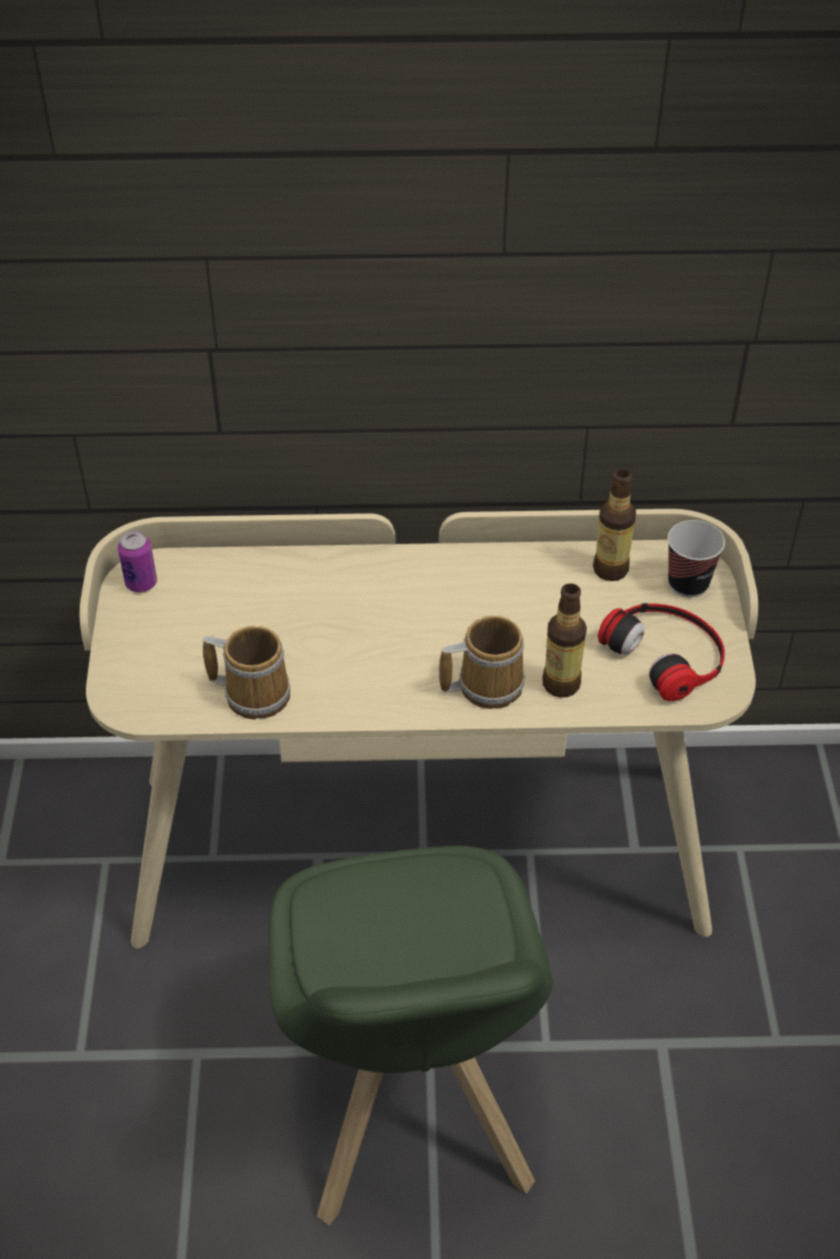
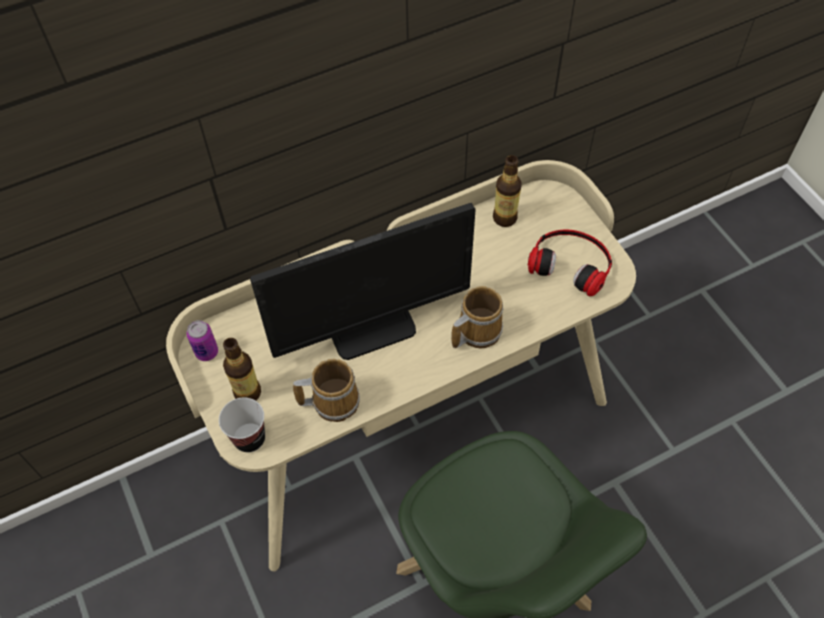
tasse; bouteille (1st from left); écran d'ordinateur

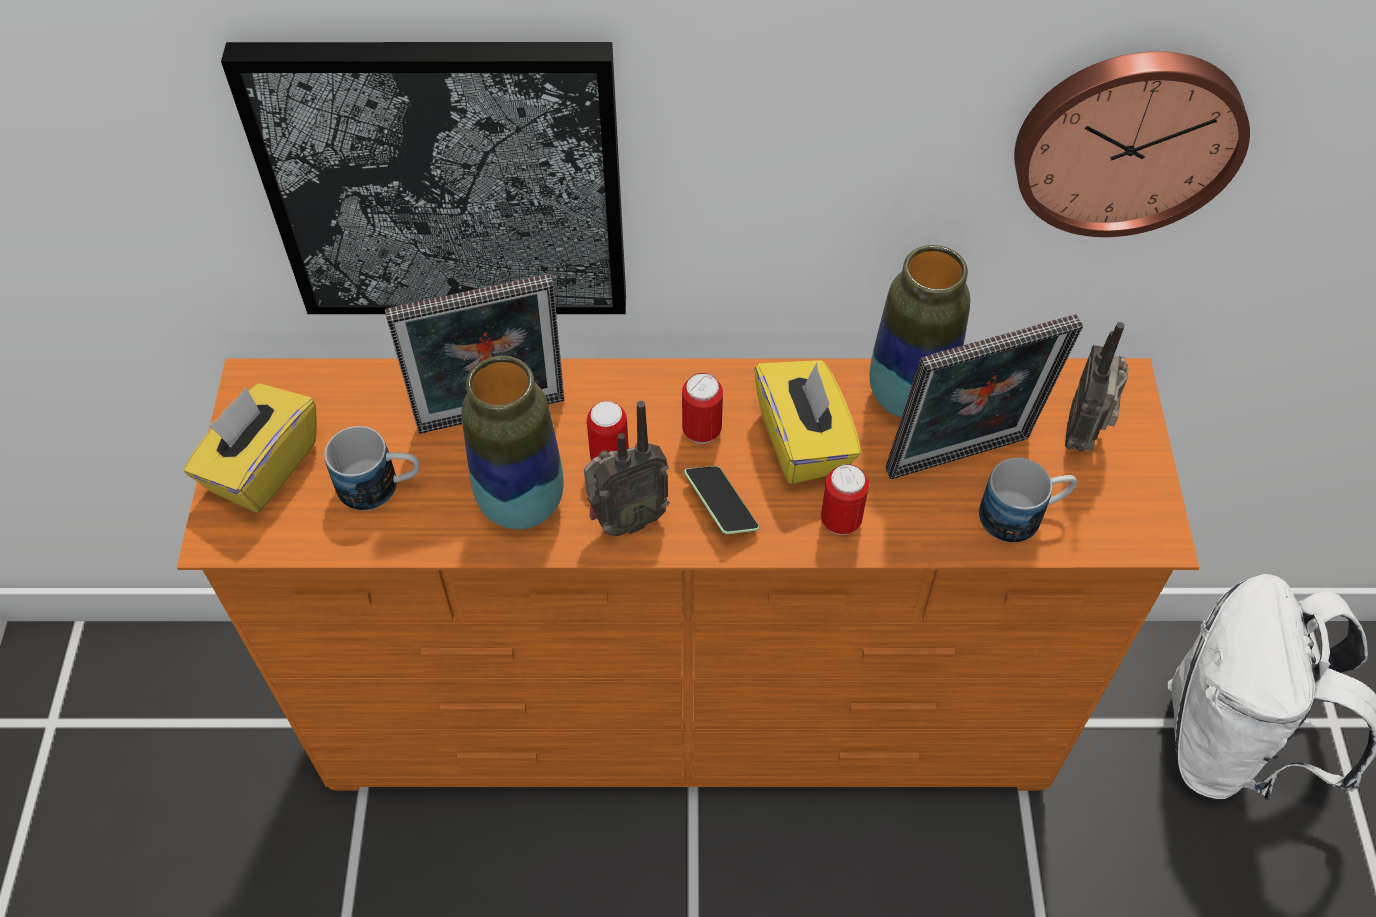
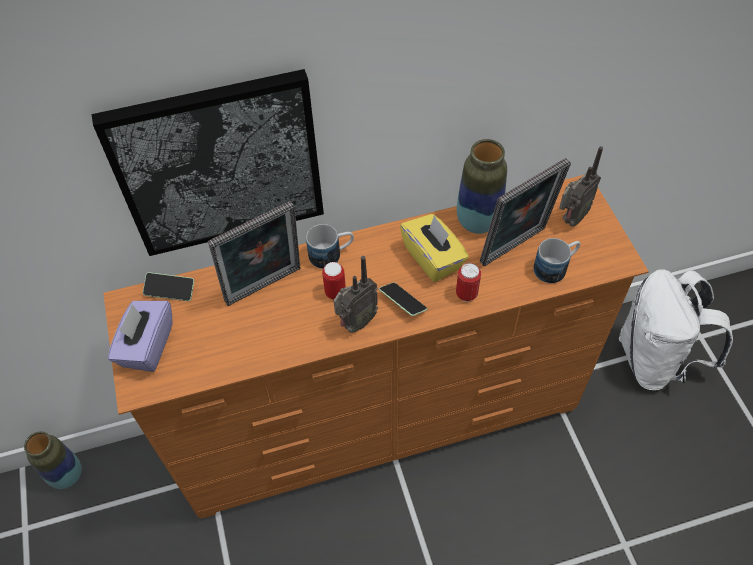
vase (1st from left); boîte à mouchoirs/violet; téléphone (1st from left); mug (1st from left); radio (2nd from left); boîte métallique (2nd from left in the first image); horloge murale

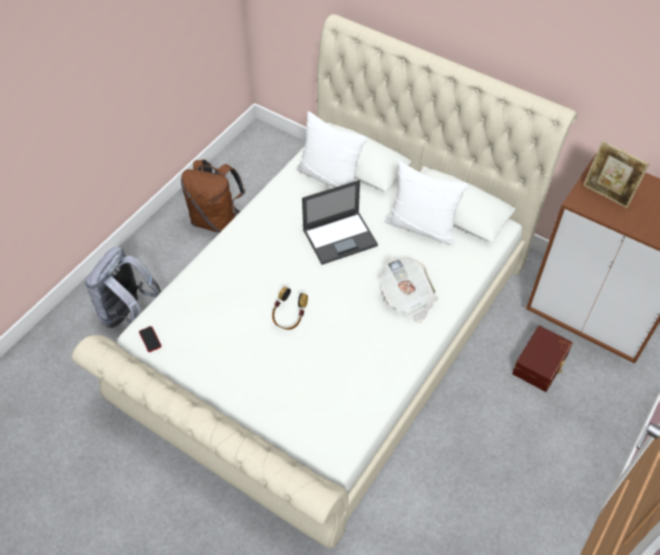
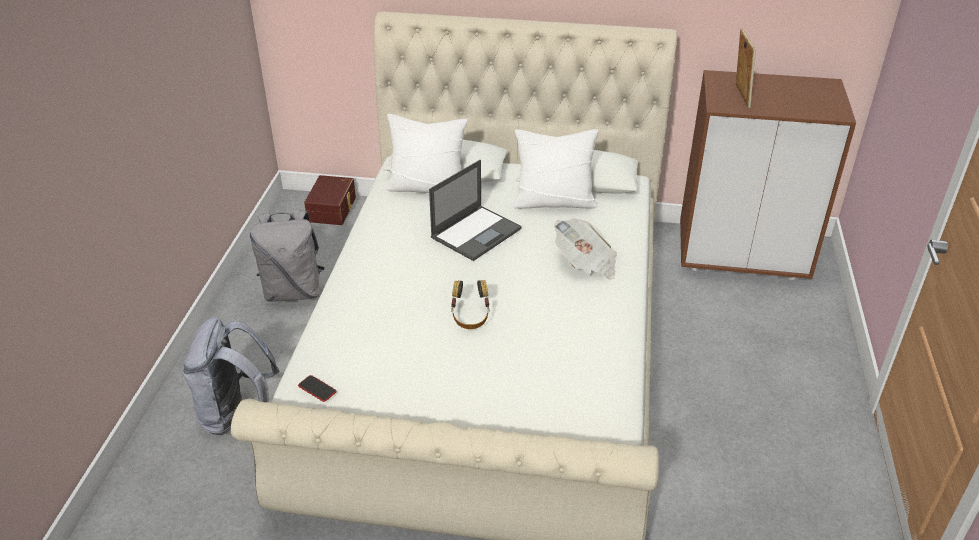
sac à dos/gris (2nd from left); boîte de rangement/marron; cadre photo

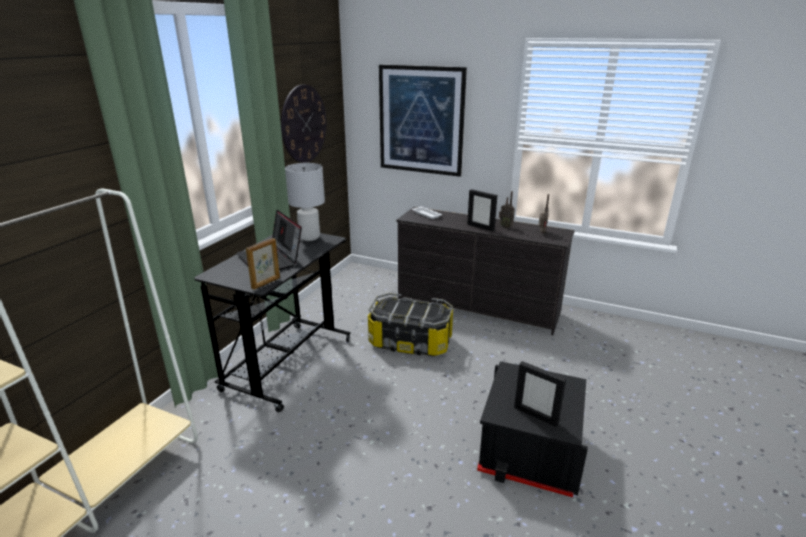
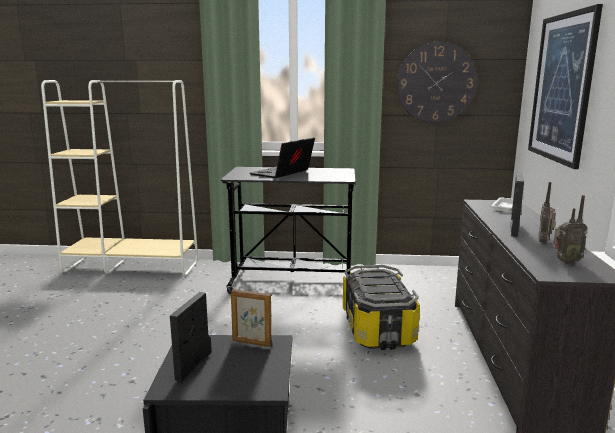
cadre photo (2nd from left); lampe de table/gris

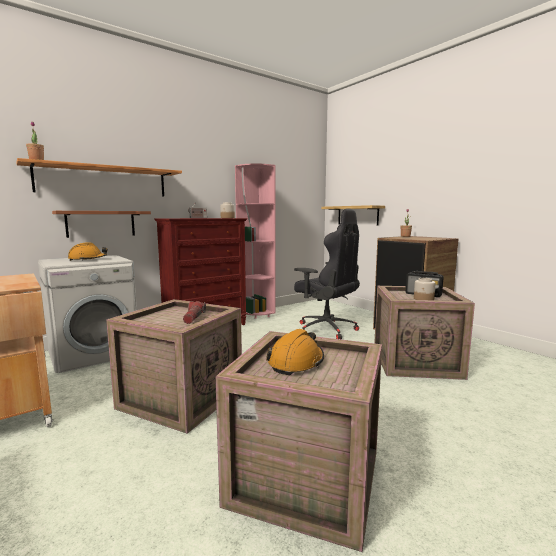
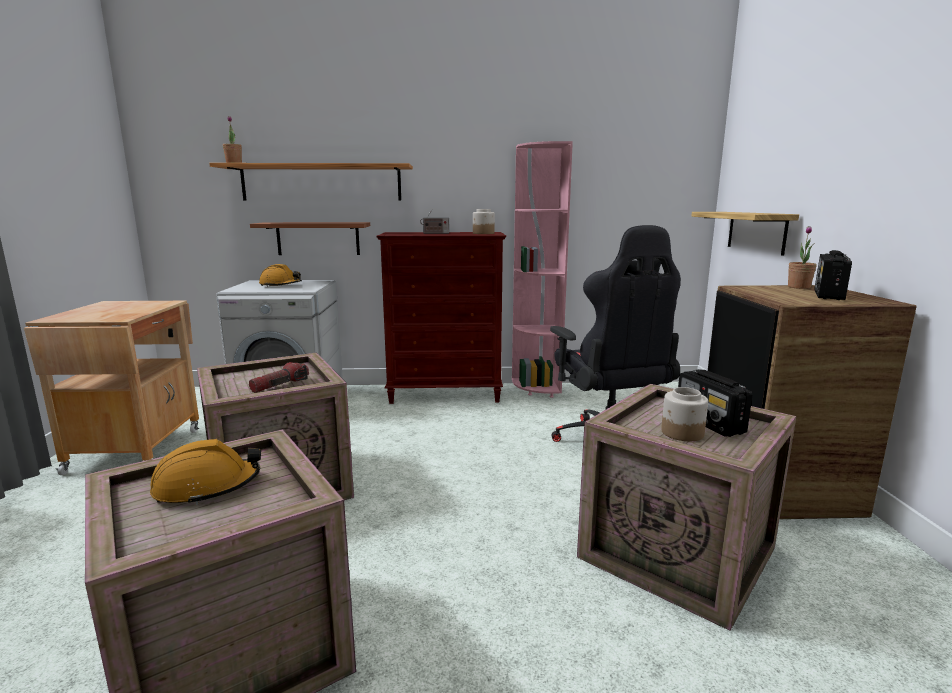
radio (3rd from left)

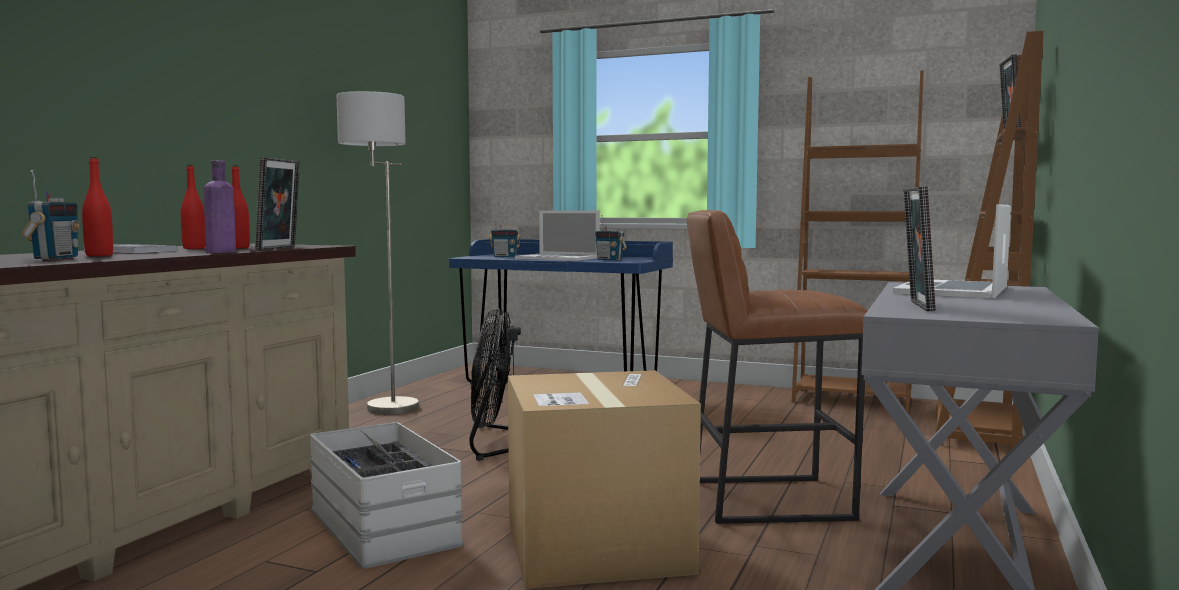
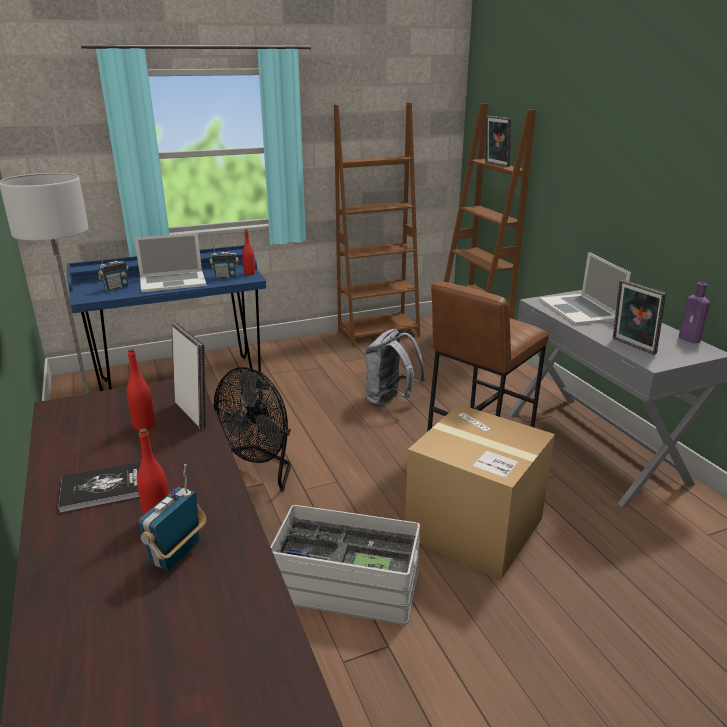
radio (2nd from left); bouteille/rouge (3rd from left); sac à dos/gris; bouteille/violet

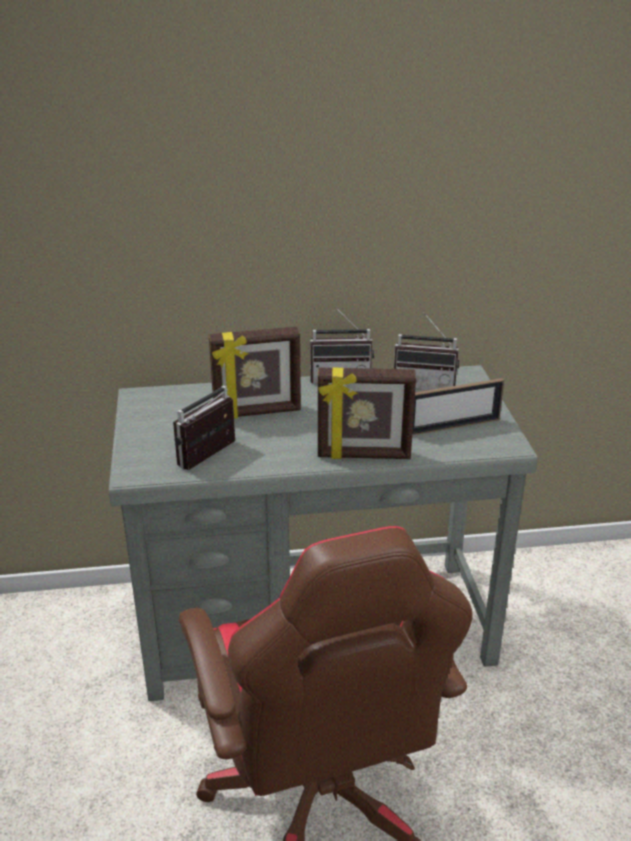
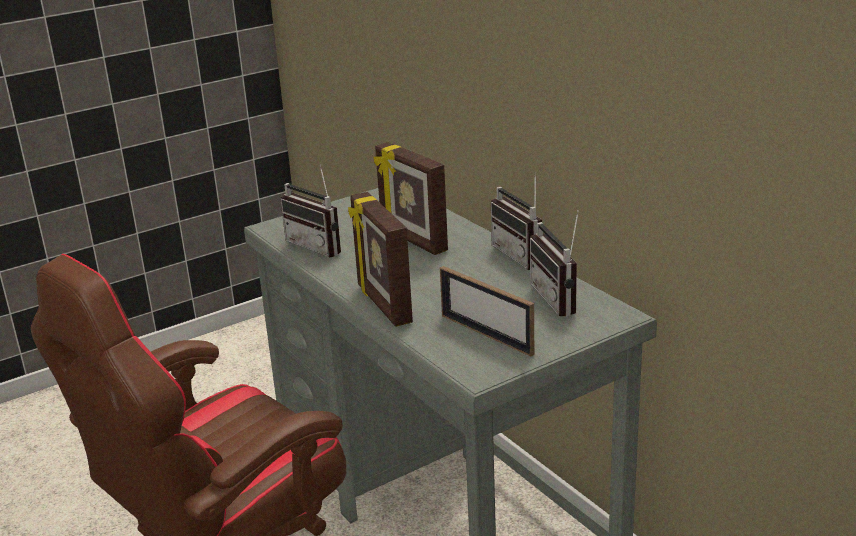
radio (1st from left)

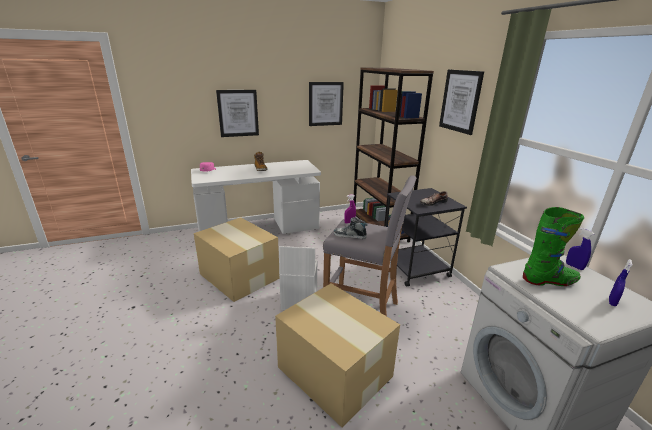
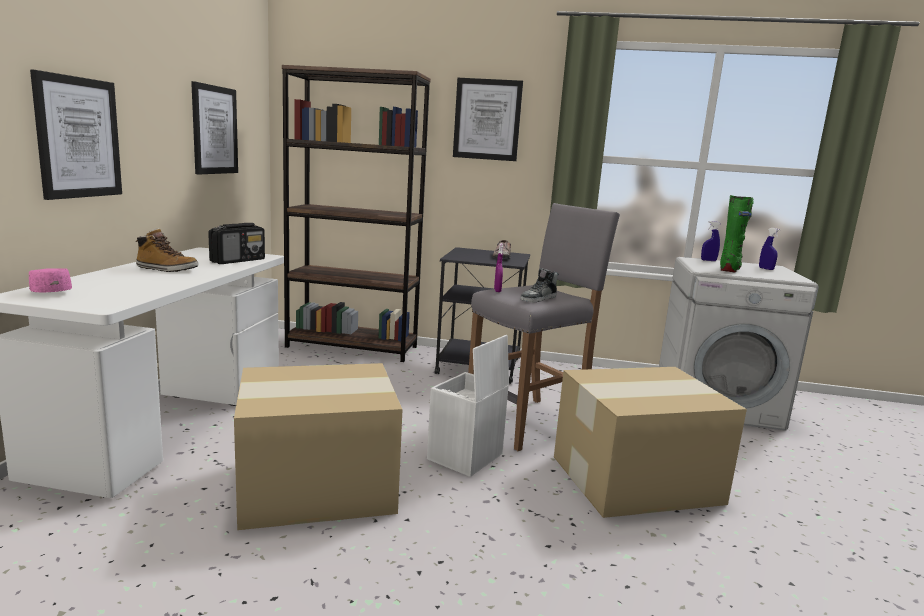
radio

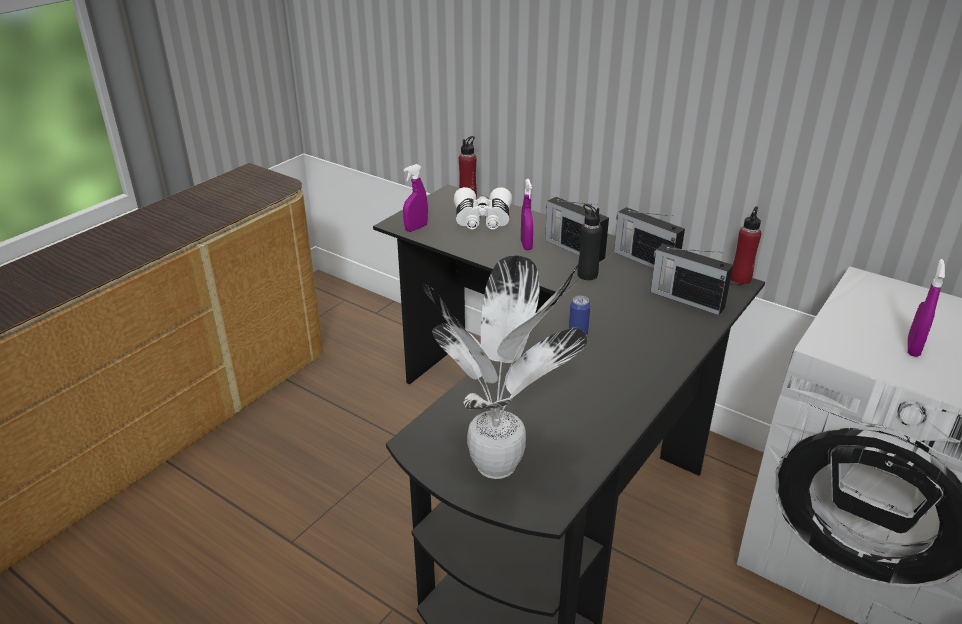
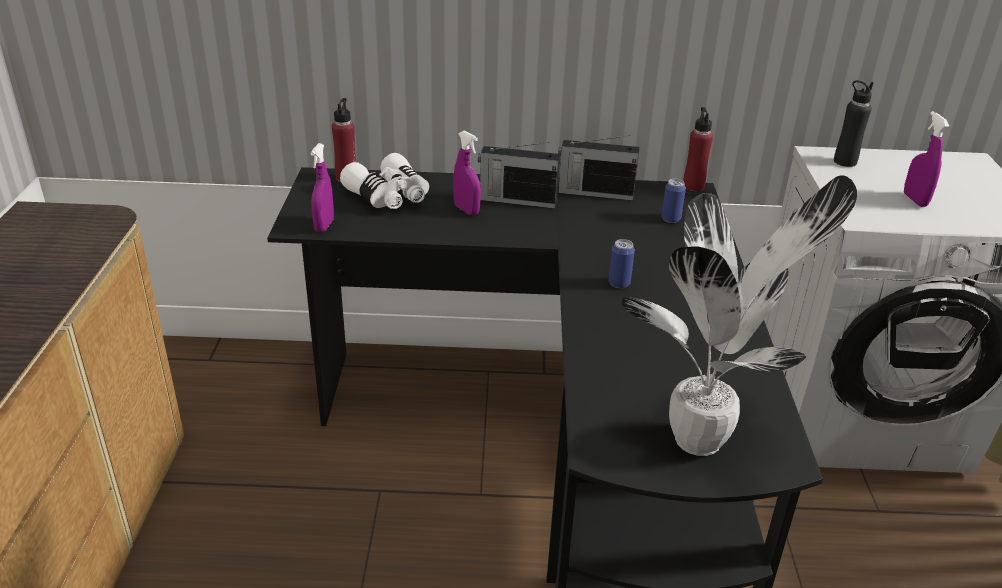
boîte métallique (2nd from left); bouteille/noir

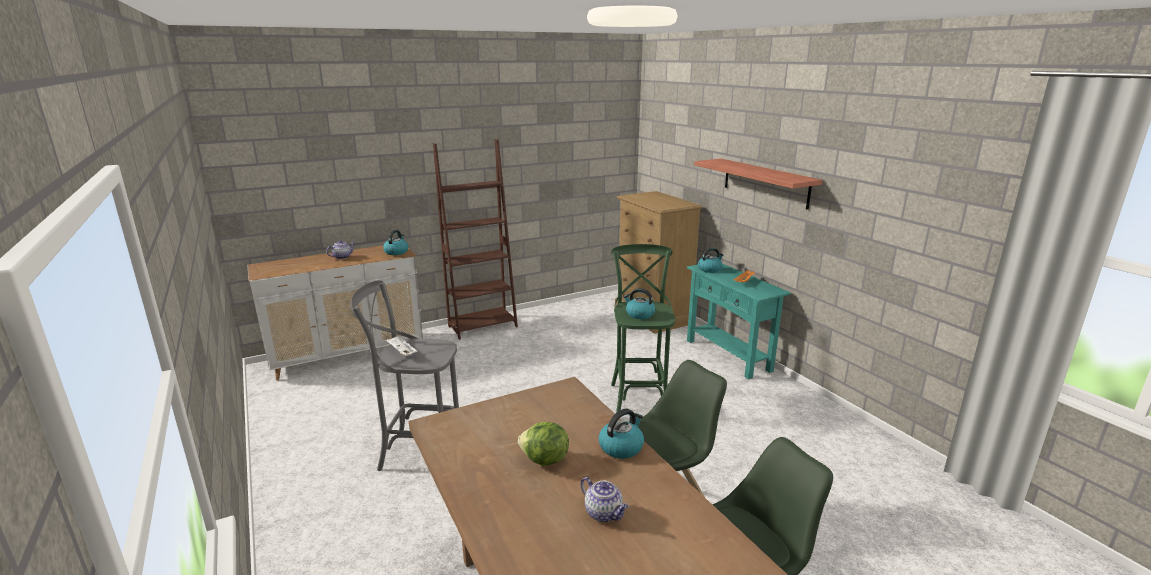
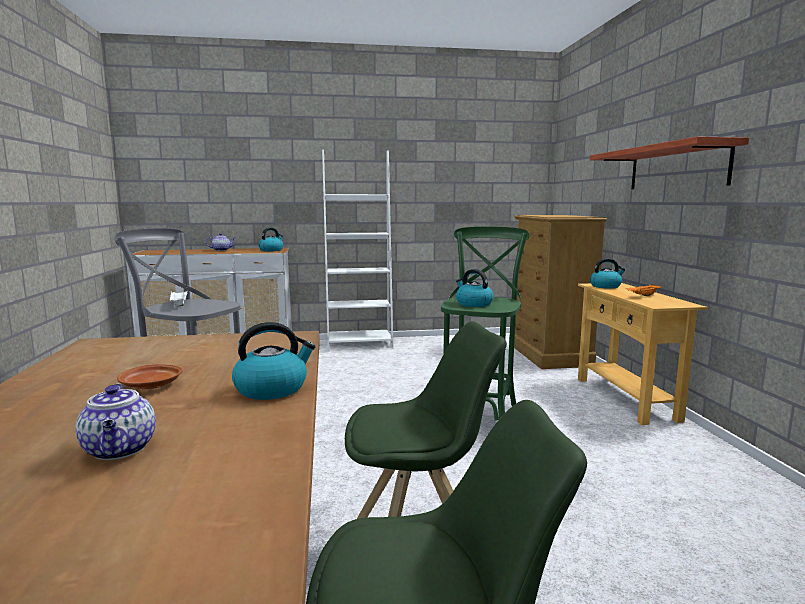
assiette/marron; bibliothèque/blanc; table console/beige

